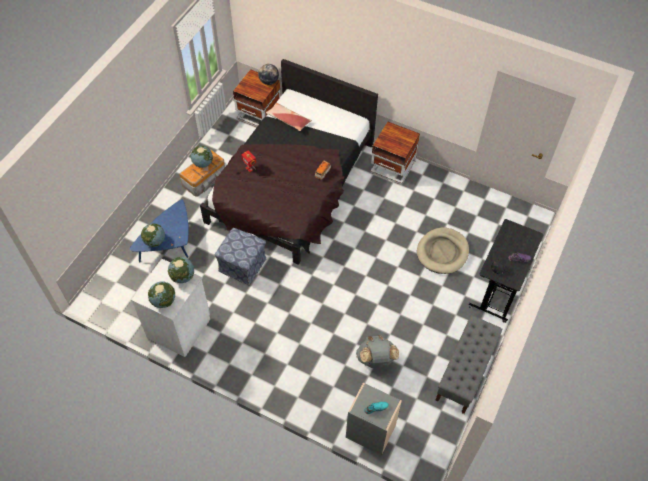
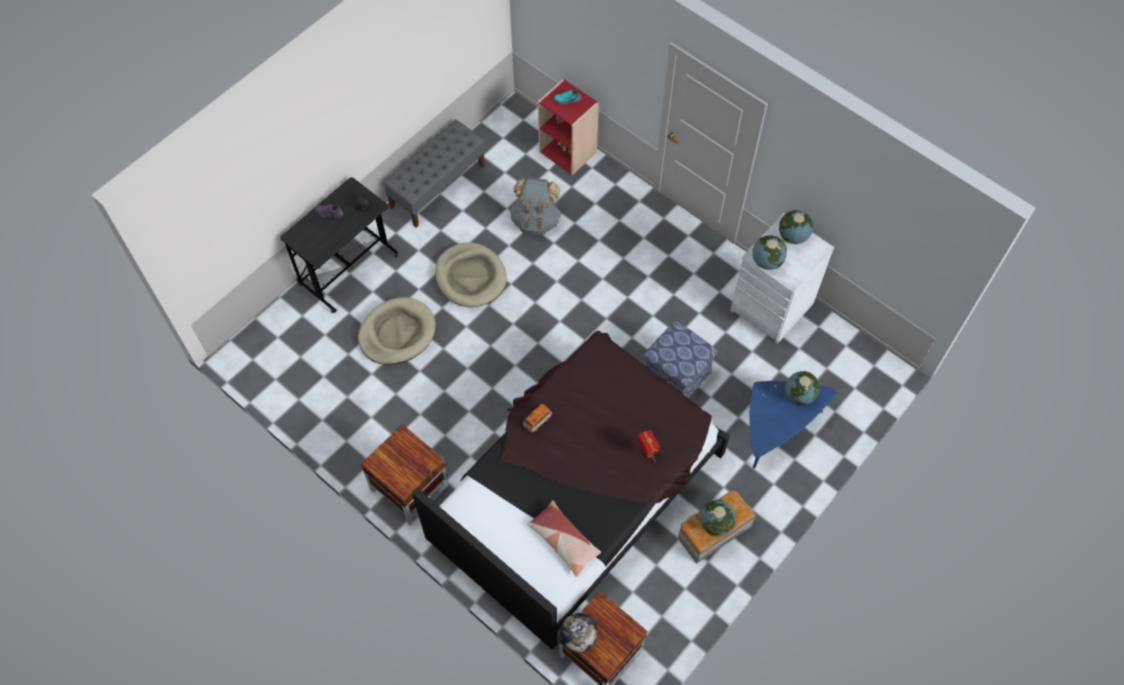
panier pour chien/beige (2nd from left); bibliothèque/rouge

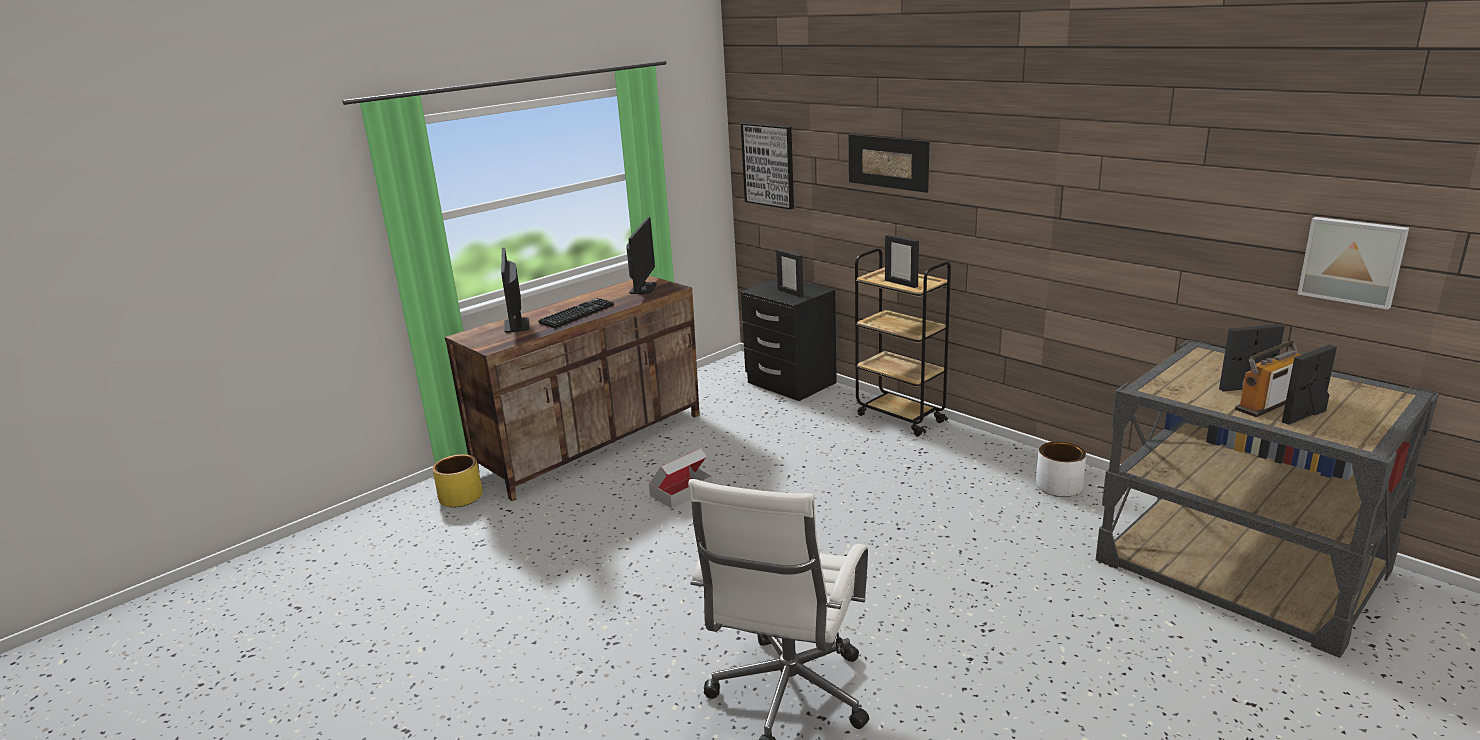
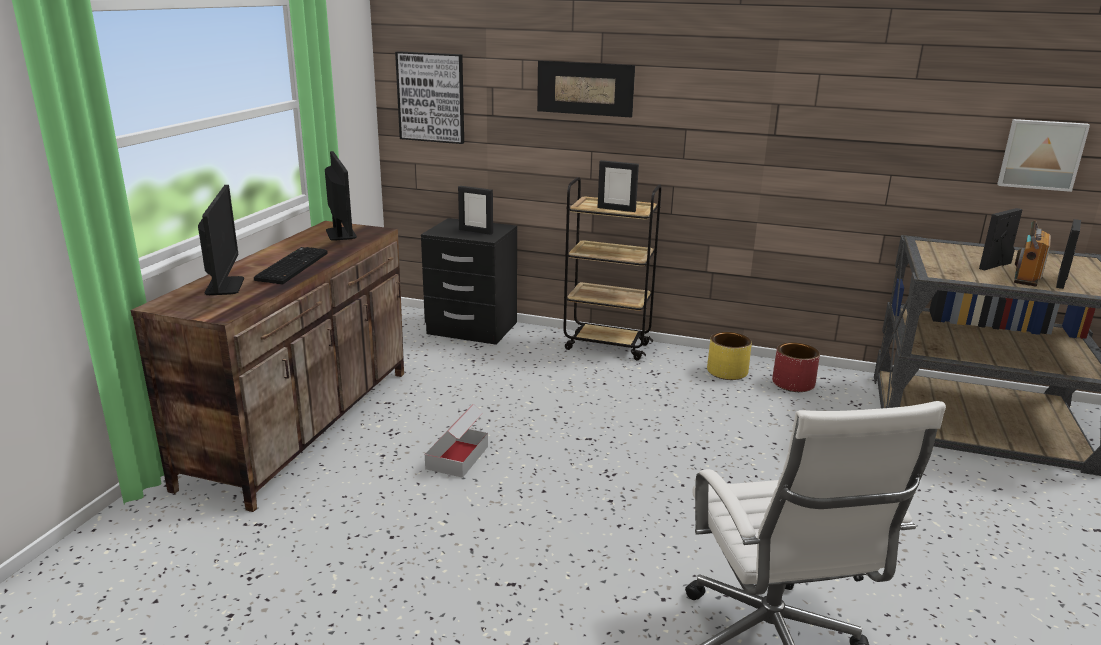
écran d'ordinateur (1st from left); cache-pot/jaune; cache-pot/rouge

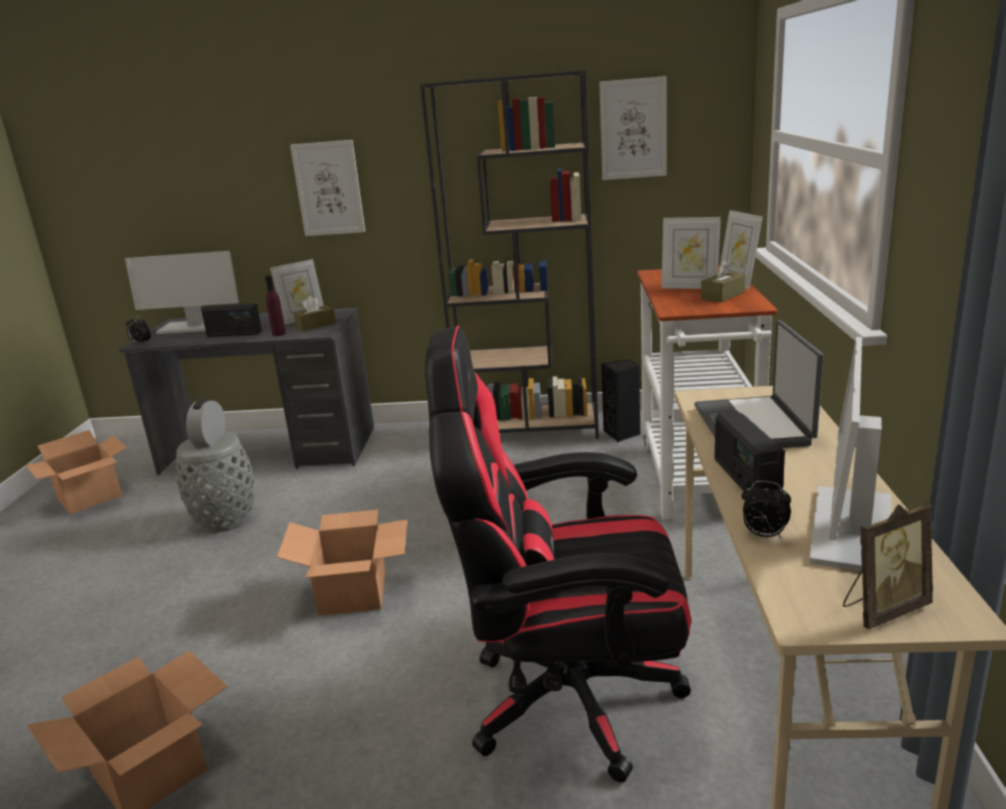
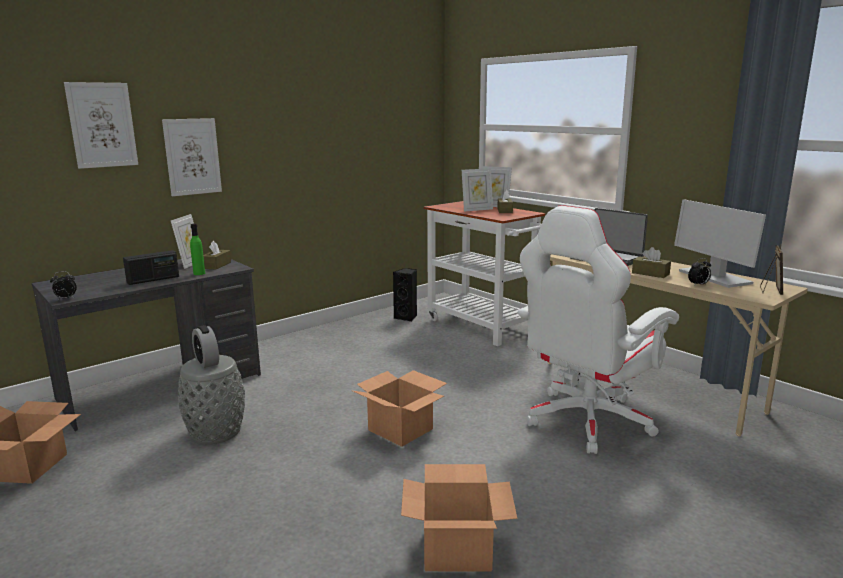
tableau (1st from left); bouteille/vert; chaise de bureau/blanc; boîte à mouchoirs/marron (3rd from left); écran d'ordinateur (1st from left in the first image); bibliothèque

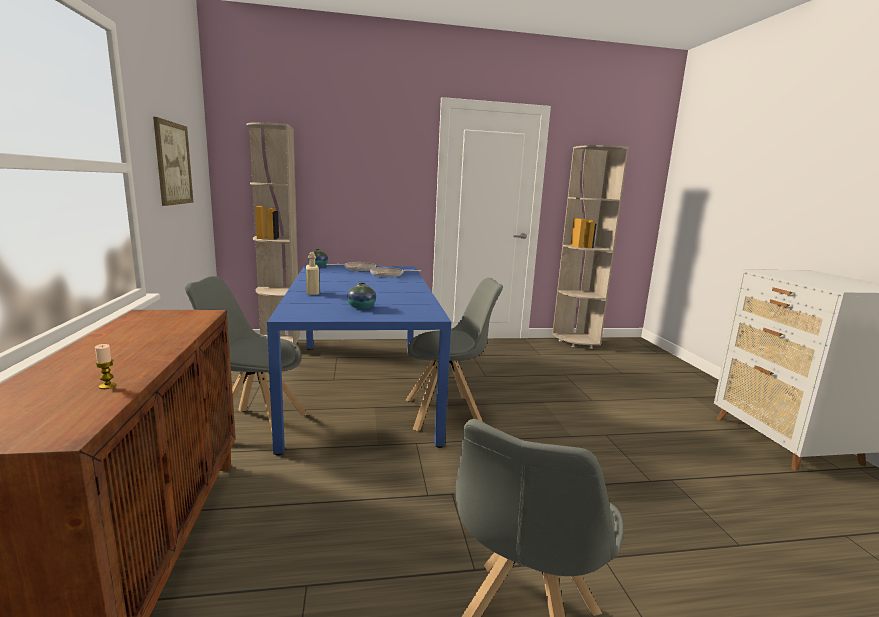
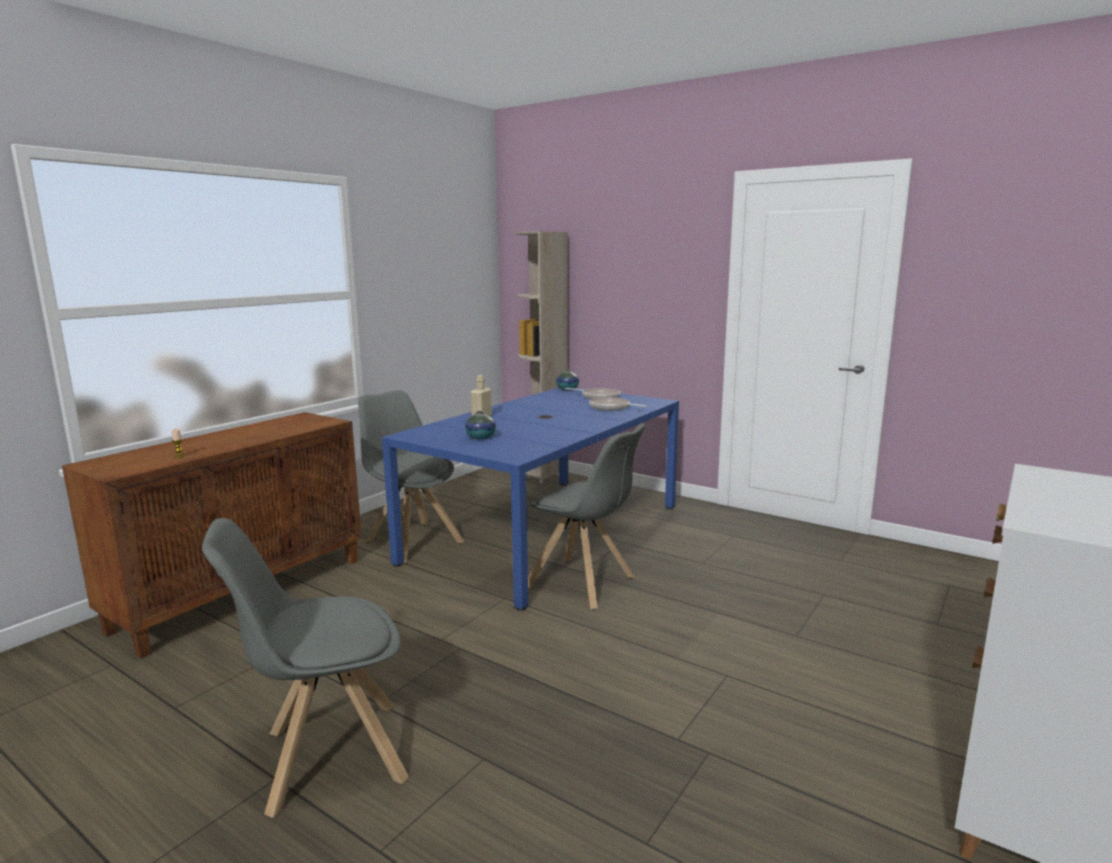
tableau; bibliothèque/beige (2nd from left in the first image)

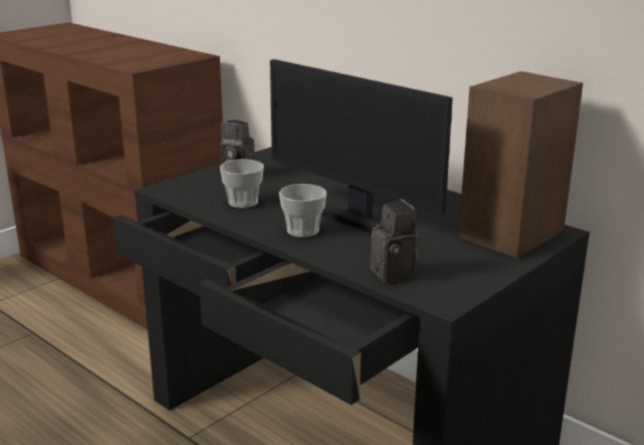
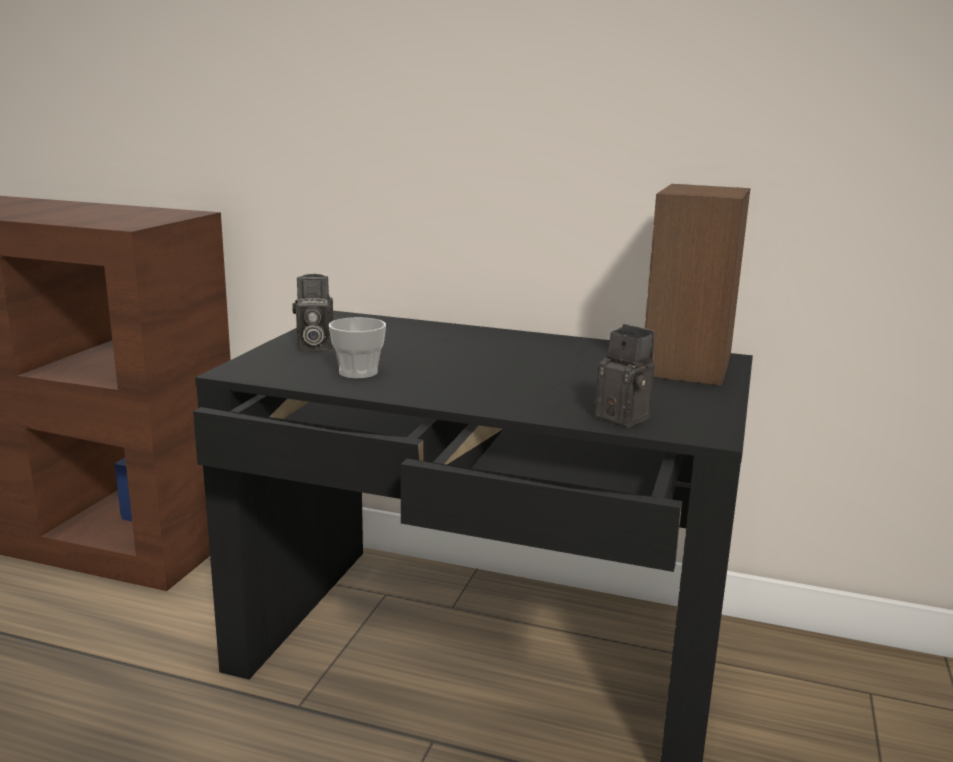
écran d'ordinateur; tasse (2nd from left in the first image)

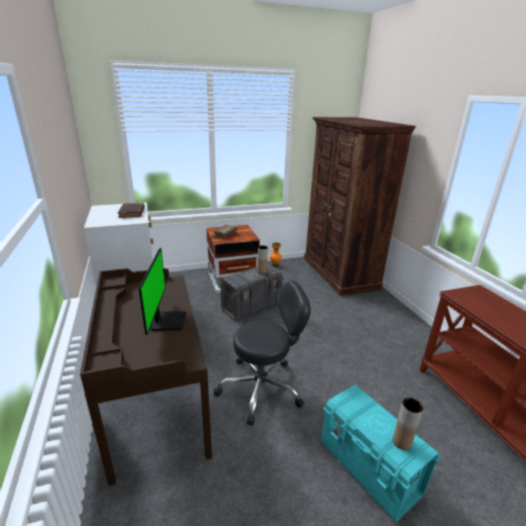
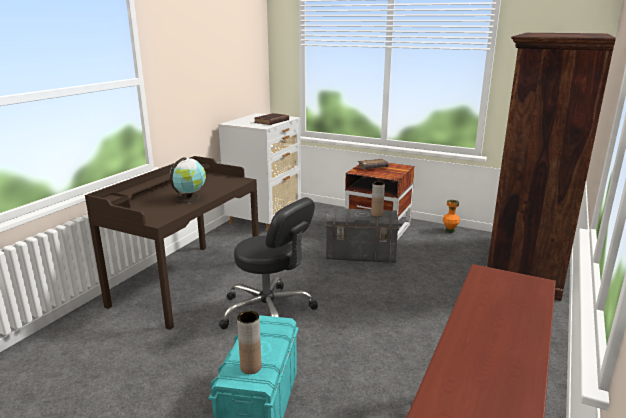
globe

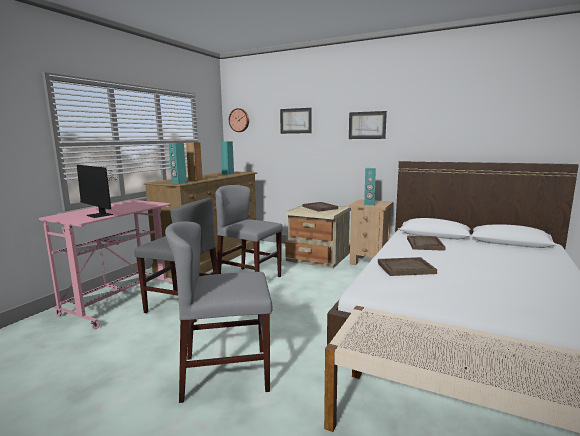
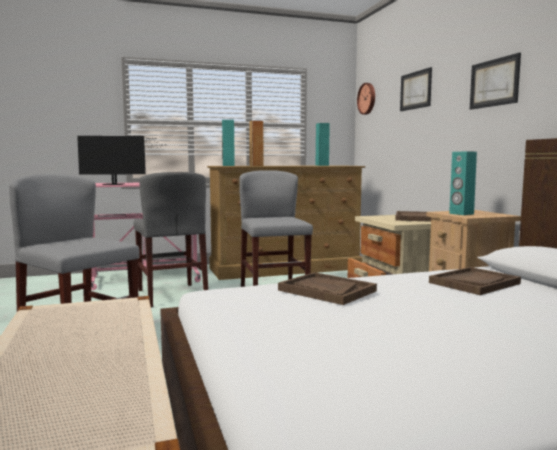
écran d'ordinateur

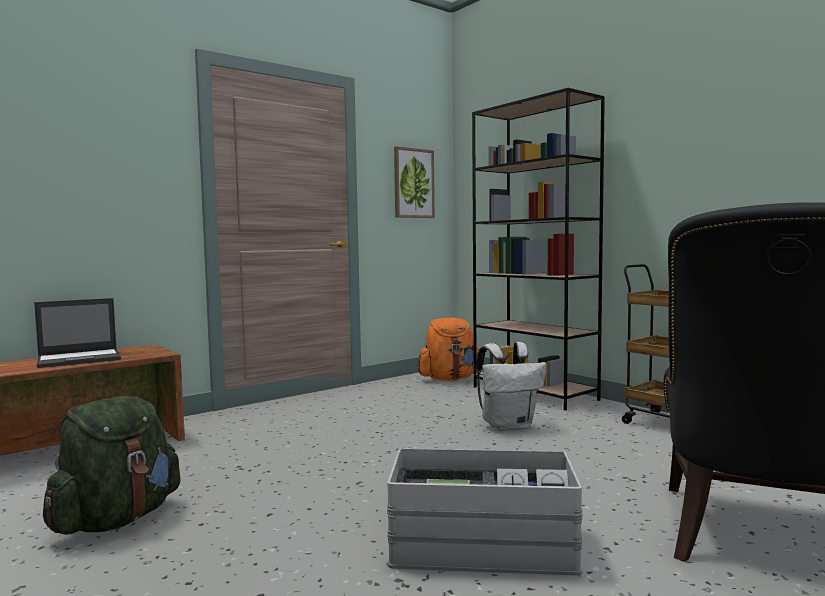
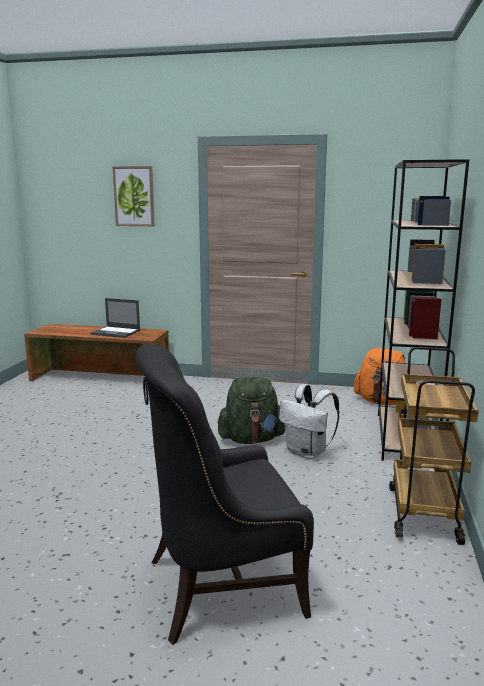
tableau; sac à dos/vert; boîte de rangement/gris

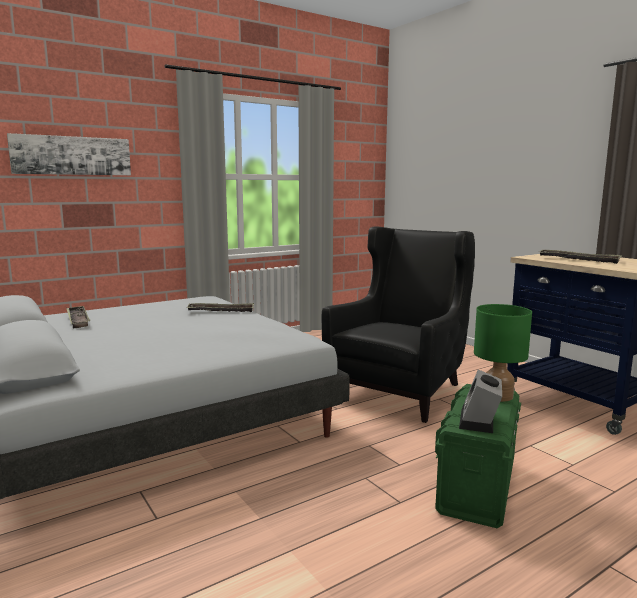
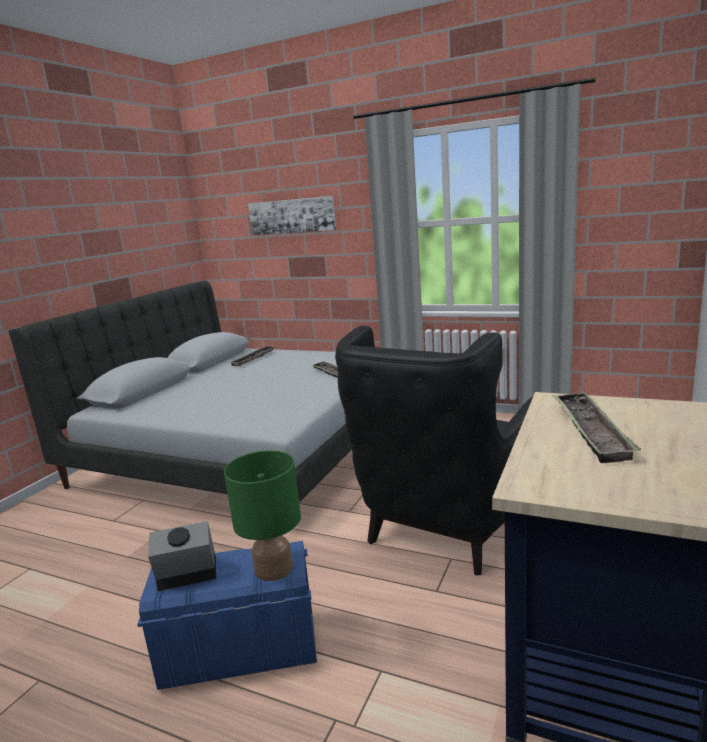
boîte de rangement/bleu; fauteuil/noir

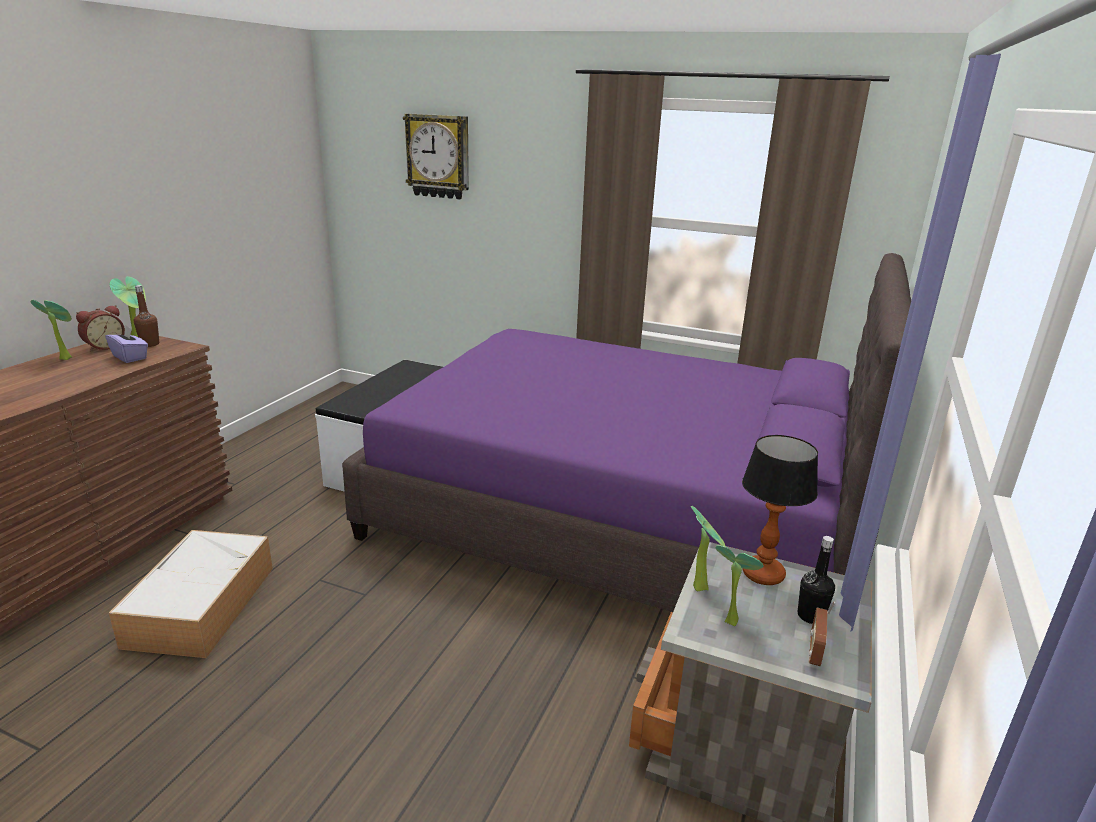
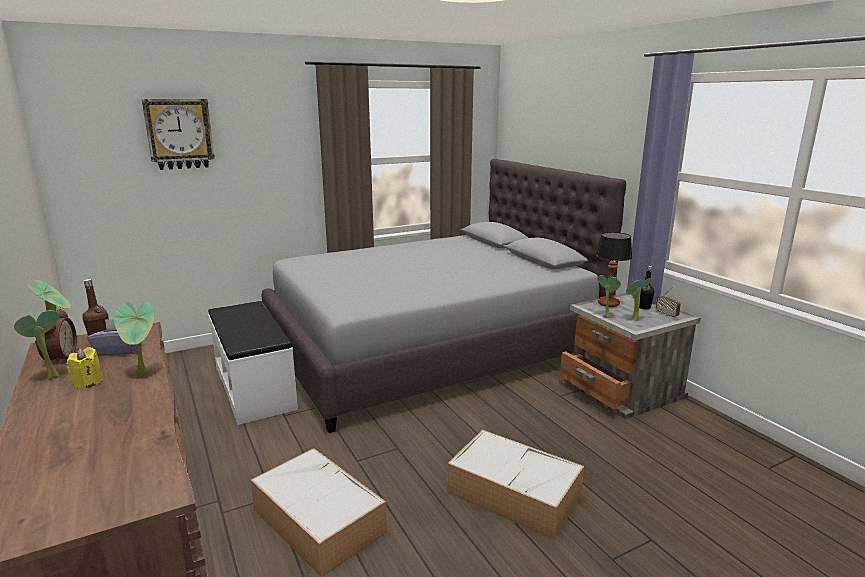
bougie/jaune; plante en pot (3rd from left); lit/gris; boîte de rangement (2nd from left)

